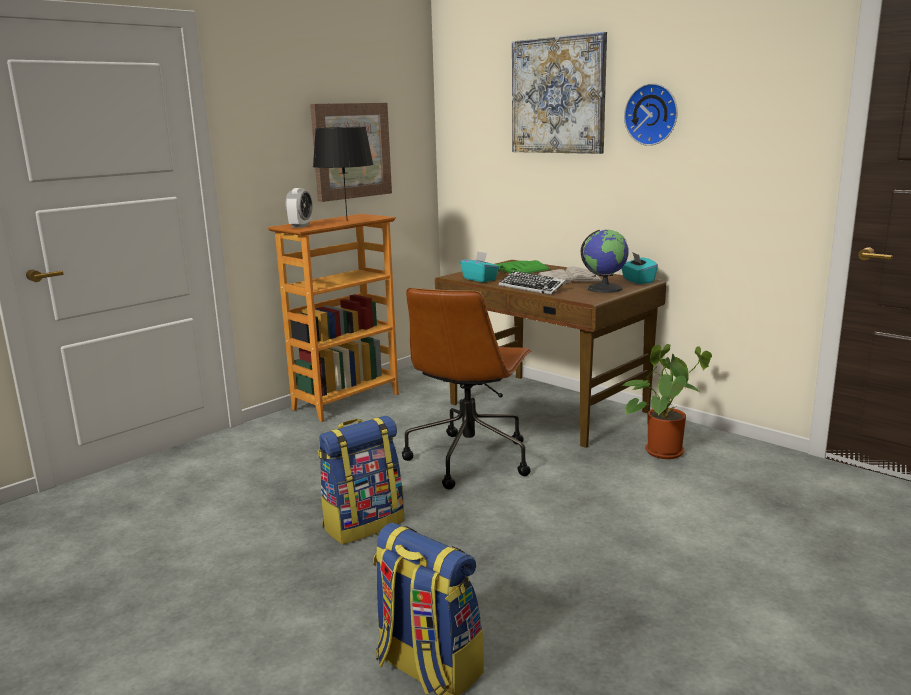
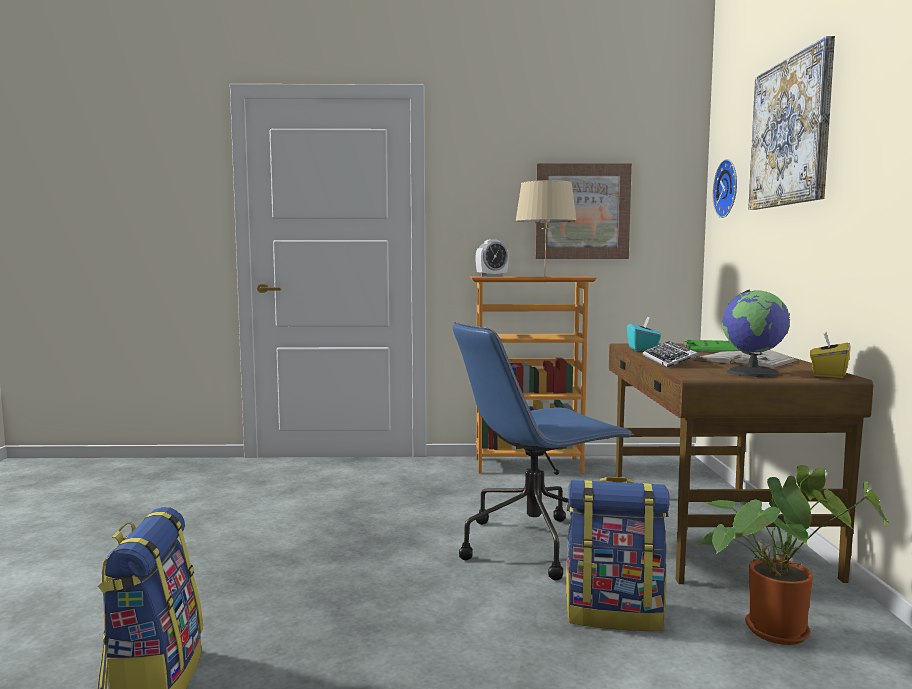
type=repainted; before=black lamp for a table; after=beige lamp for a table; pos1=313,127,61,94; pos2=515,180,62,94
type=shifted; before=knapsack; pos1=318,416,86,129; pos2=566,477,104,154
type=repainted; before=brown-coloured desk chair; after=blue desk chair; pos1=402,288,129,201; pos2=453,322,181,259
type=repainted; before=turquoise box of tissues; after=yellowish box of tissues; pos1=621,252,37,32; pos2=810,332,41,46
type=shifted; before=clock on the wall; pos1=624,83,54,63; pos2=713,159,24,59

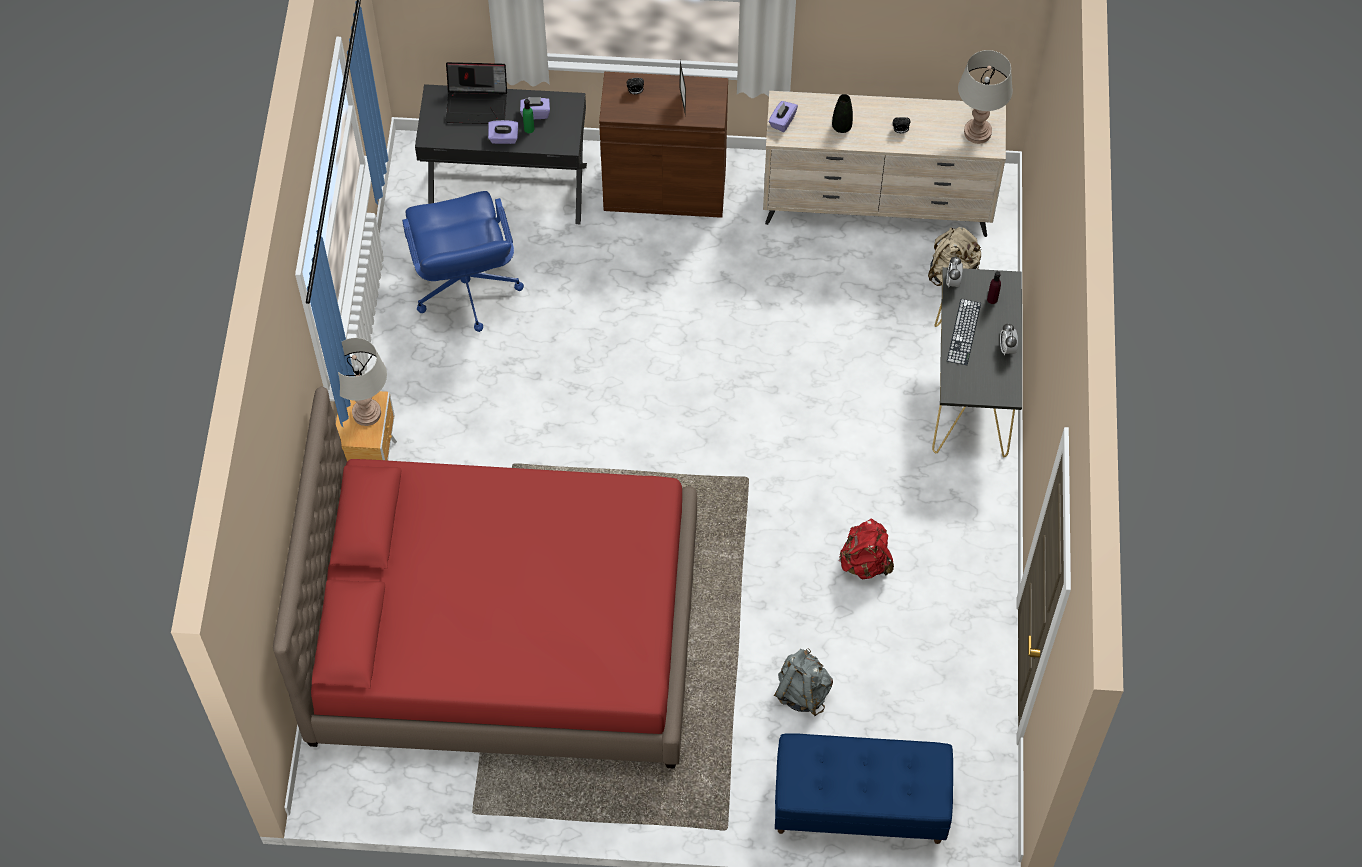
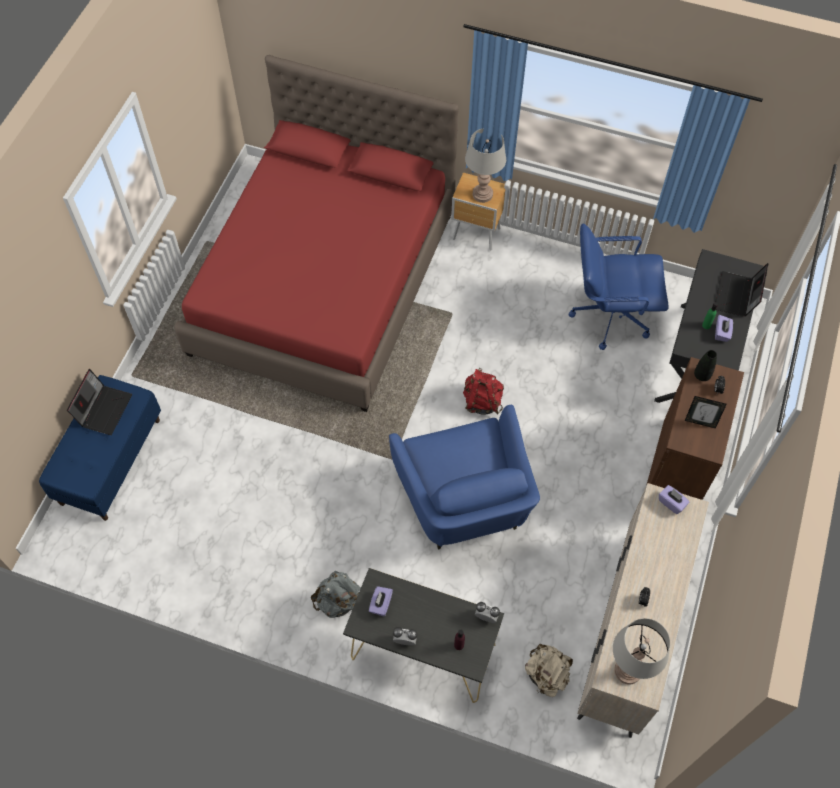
type=shifted; before=purple-coloured box of tissues; pos1=488,120,30,24; pos2=369,586,24,30
type=shifted; before=grey knapsack; pos1=774,648,59,68; pos2=311,571,50,47
type=shifted; before=black decorative vase; pos1=832,94,21,39; pos2=694,350,23,31
type=shifted; before=red-coloured knapsack; pos1=839,518,55,61; pos2=463,368,41,47
type=gone; before=keyboard; pos1=947,299,34,66
type=new; after=portable computer; pos2=67,369,65,66
type=new; after=blue easy chair; pos2=389,405,151,145

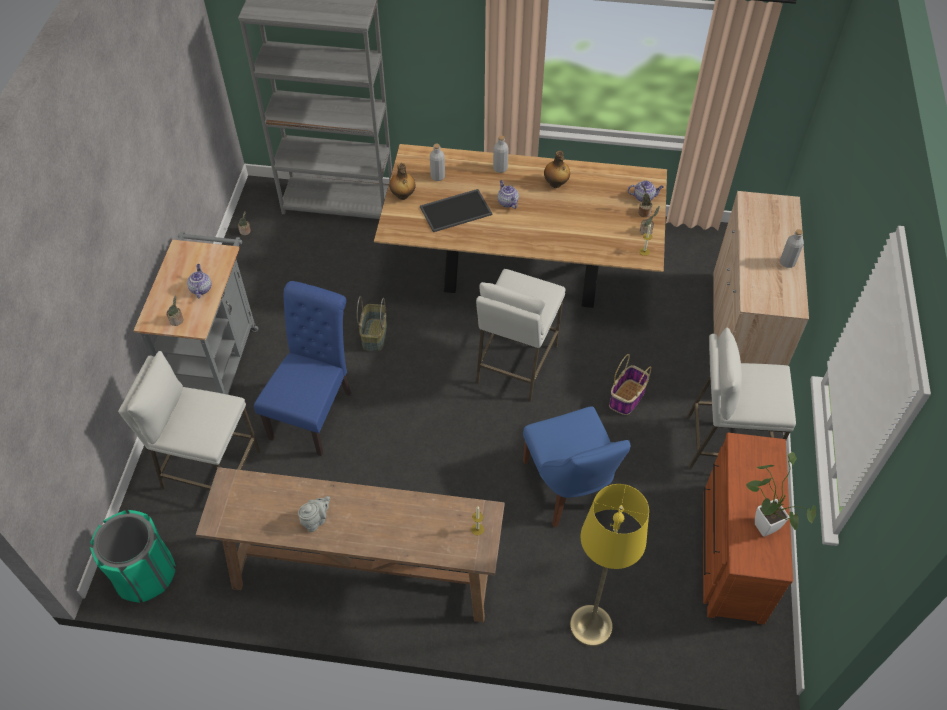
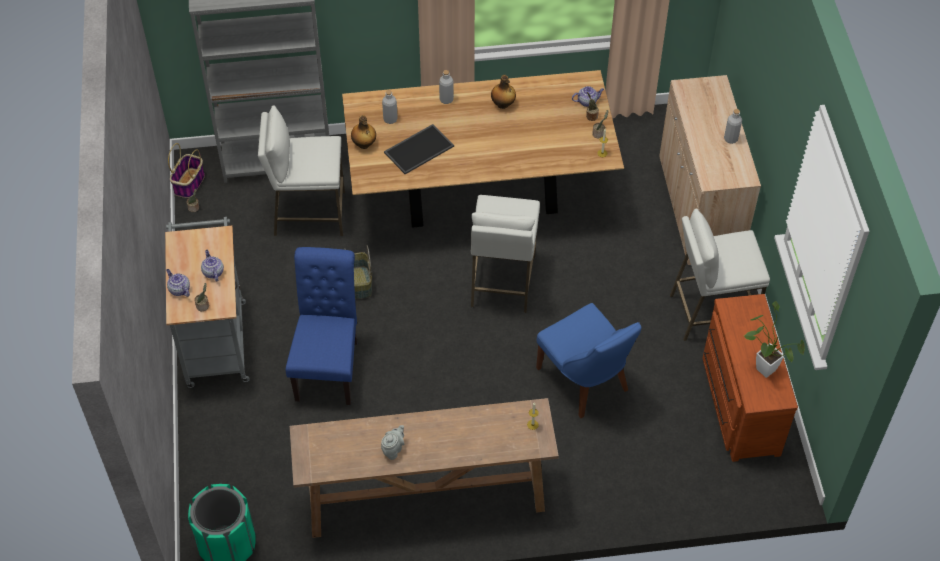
type=shifted; before=white-coloured sitting stool; pos1=118,351,143,139; pos2=258,105,87,131
type=shifted; before=tea pot; pos1=497,180,22,29; pos2=166,269,24,28
type=gone; before=yellowish standard lamp; pos1=570,484,79,163
type=shifted; before=basket; pos1=609,354,43,61; pos2=168,143,37,55

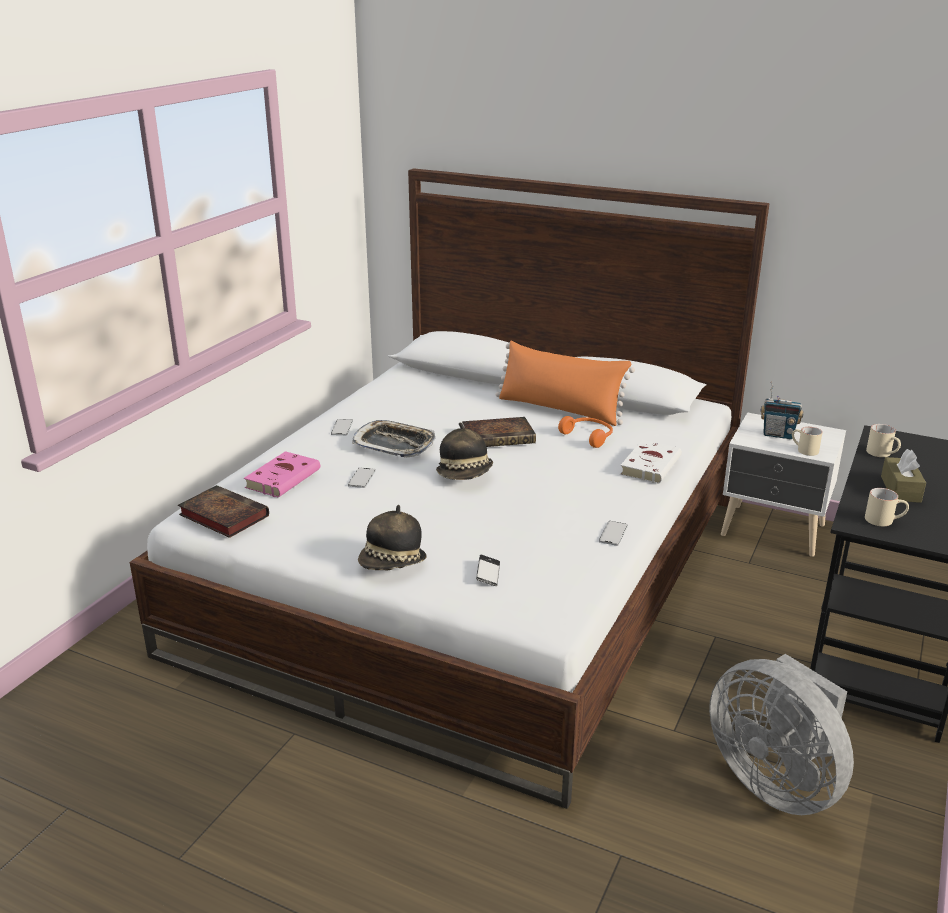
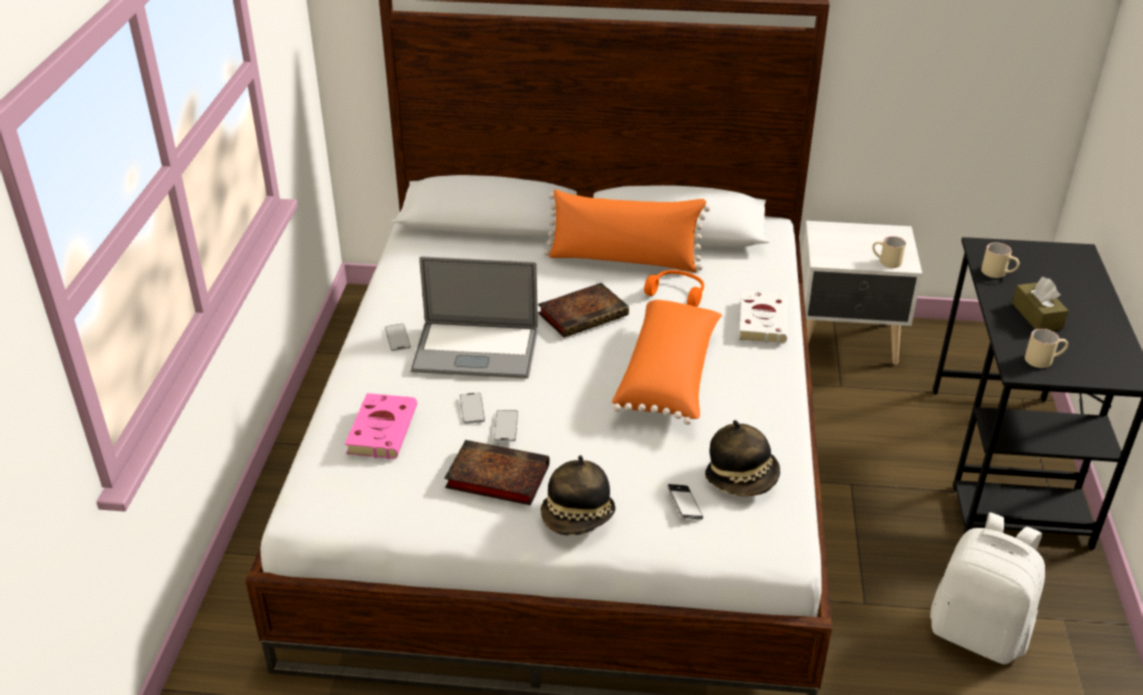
type=shifted; before=volume; pos1=178,485,91,53; pos2=444,440,106,65
type=swapped; before=serving tray; after=portable computer; pos1=352,420,84,37; pos2=411,256,127,123
type=shifted; before=wearable hat; pos1=436,422,57,58; pos2=705,420,75,76
type=shifted; before=telephone; pos1=599,521,29,25; pos2=494,410,24,31
type=swapped; before=grey fan; after=white-coloured knapsack; pos1=709,654,145,161; pos2=930,512,115,152
type=gone; before=radio receiver; pos1=760,381,44,58
type=new; after=orange cushion; pos2=612,300,110,125

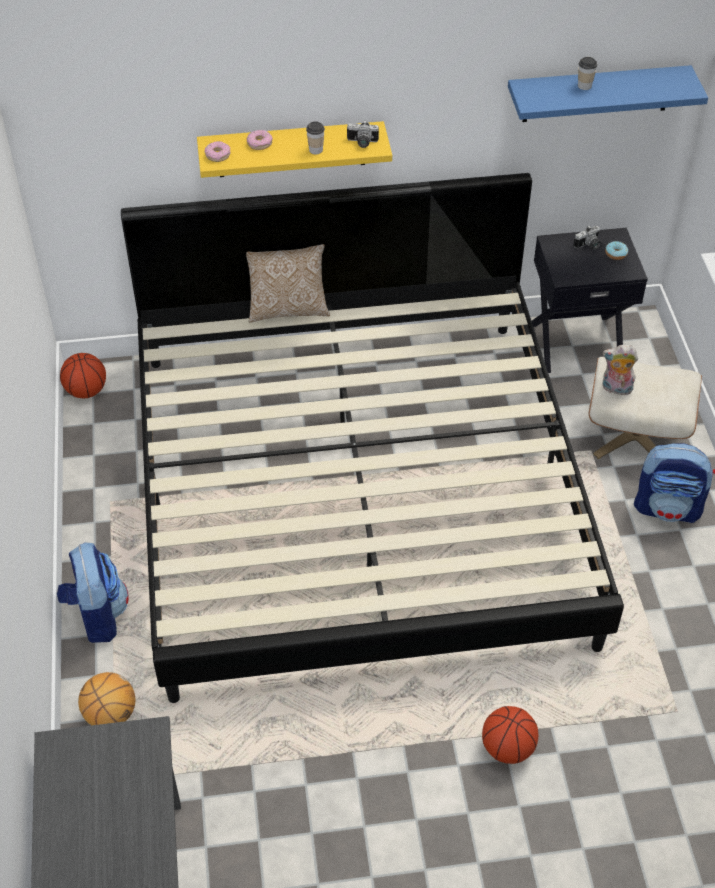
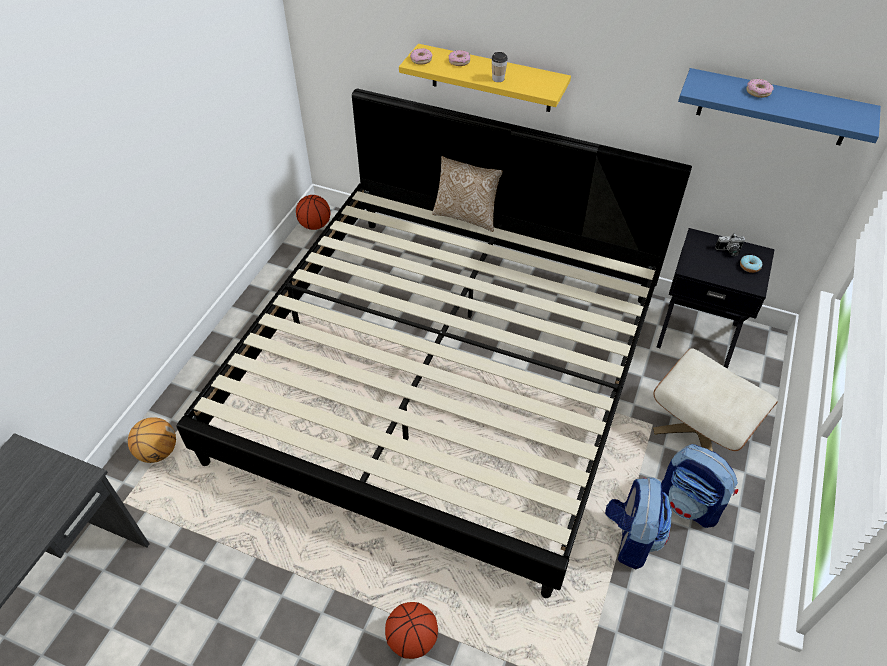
type=shifted; before=knapsack; pos1=57,543,72,100; pos2=605,477,67,92
type=gone; before=photo camera; pos1=347,120,32,28
type=swapped; before=drinking cup; after=doughnut; pos1=578,57,19,33; pos2=746,79,28,19
type=gone; before=soft toy; pos1=602,345,36,50

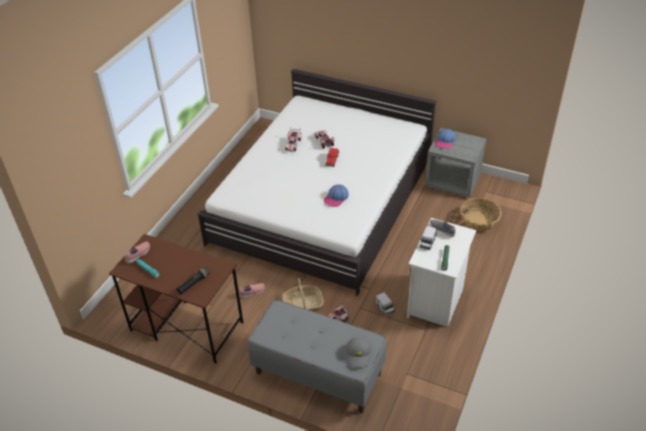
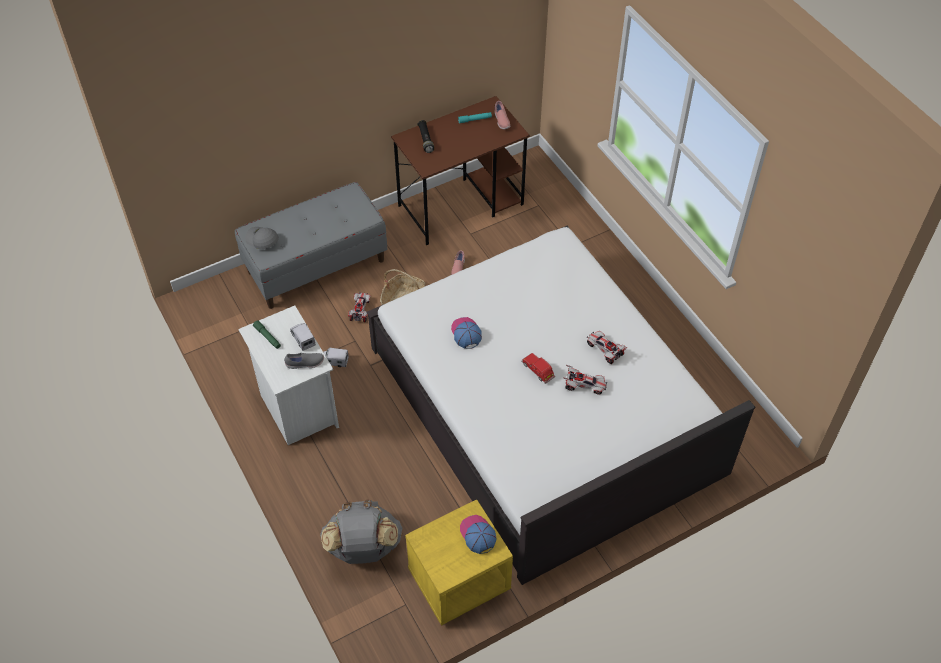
type=repainted; before=grey nightstand; after=yellowish nightstand; pos1=425,128,62,69; pos2=405,499,108,127
type=swapped; before=basket; after=grey knapsack; pos1=460,198,41,34; pos2=320,500,83,64

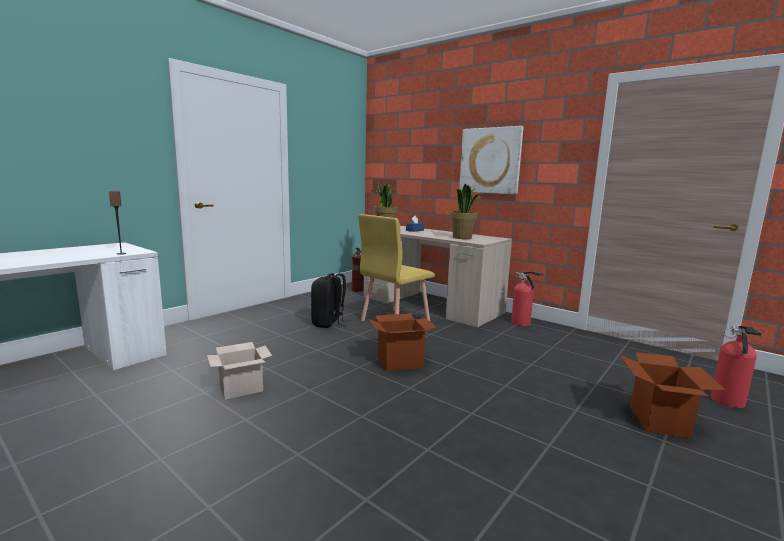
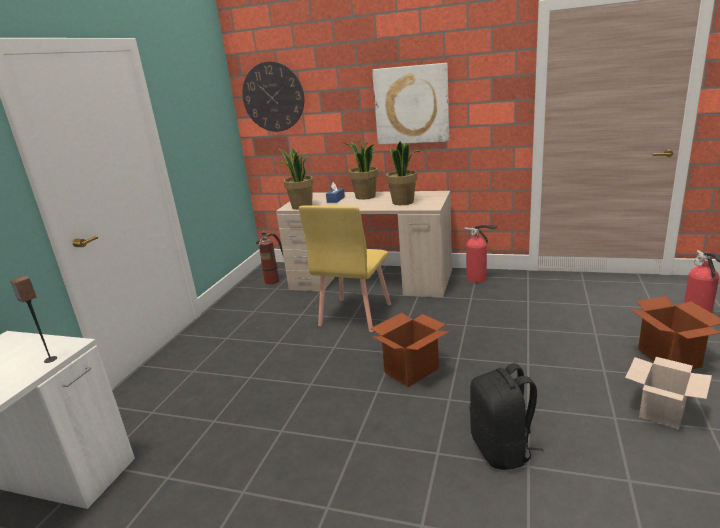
type=shifted; before=cardboard box; pos1=207,342,65,58; pos2=625,357,87,73
type=shifted; before=black knapsack; pos1=311,273,40,55; pos2=470,363,74,107
type=new; after=clock on the wall; pos2=242,61,62,71
type=new; after=plant in a pot; pos2=343,141,35,59

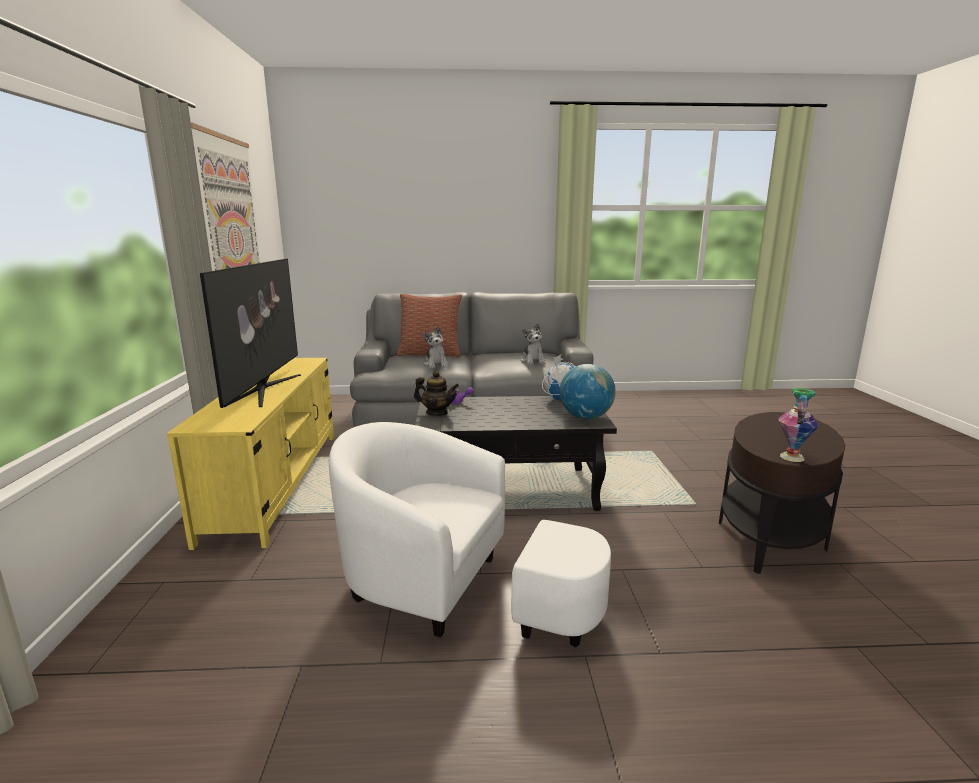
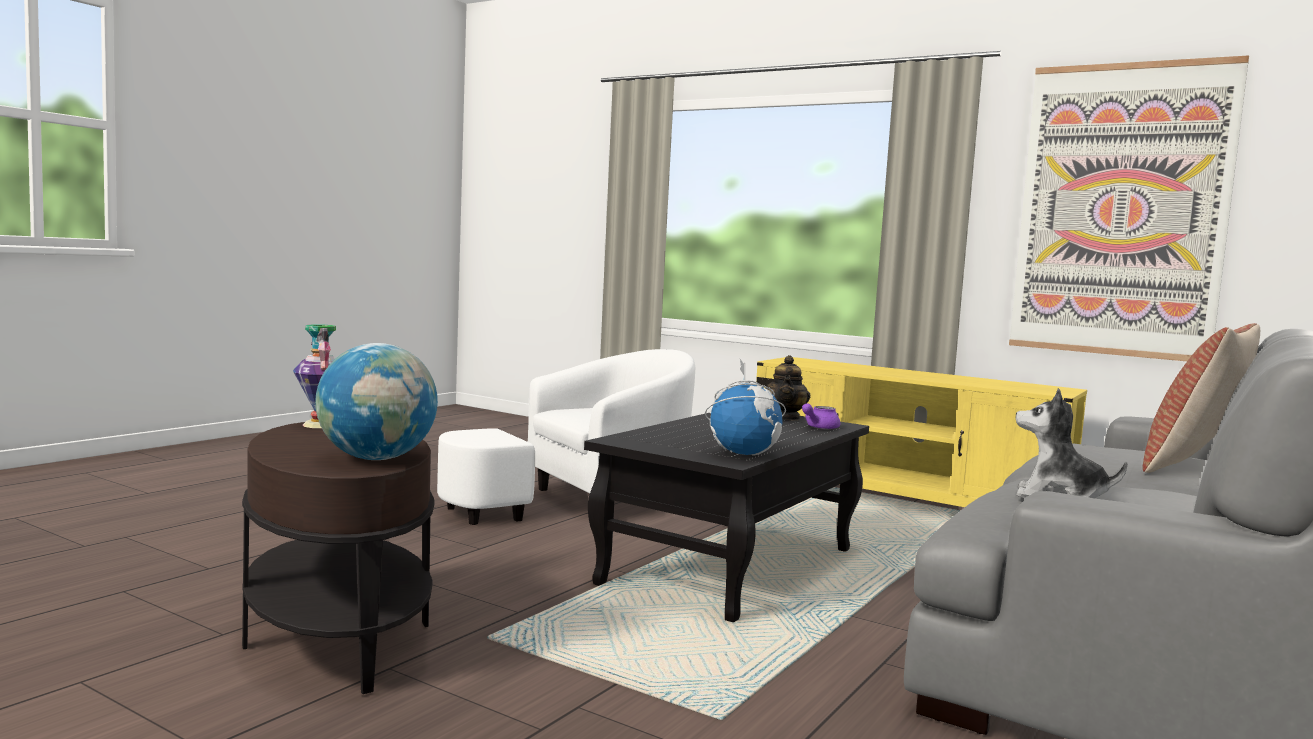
type=gone; before=TV set; pos1=200,258,101,150
type=rotated; before=tea pot; pos1=414,371,45,45; pos2=766,355,45,66; turn=-45
type=gone; before=soft toy; pos1=423,326,26,43
type=shifted; before=world globe; pos1=560,364,56,55; pos2=315,343,123,117

